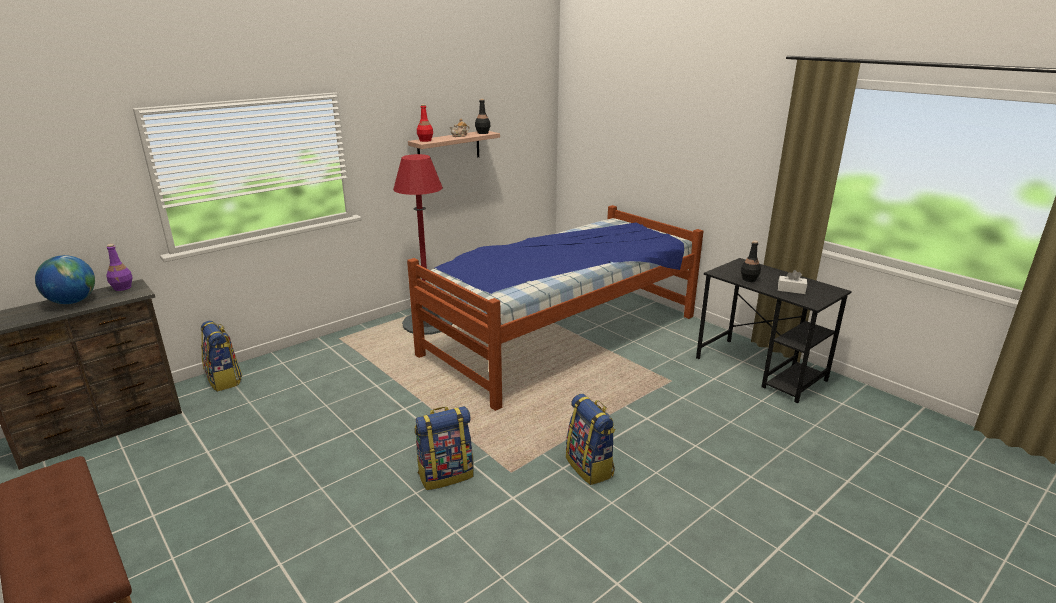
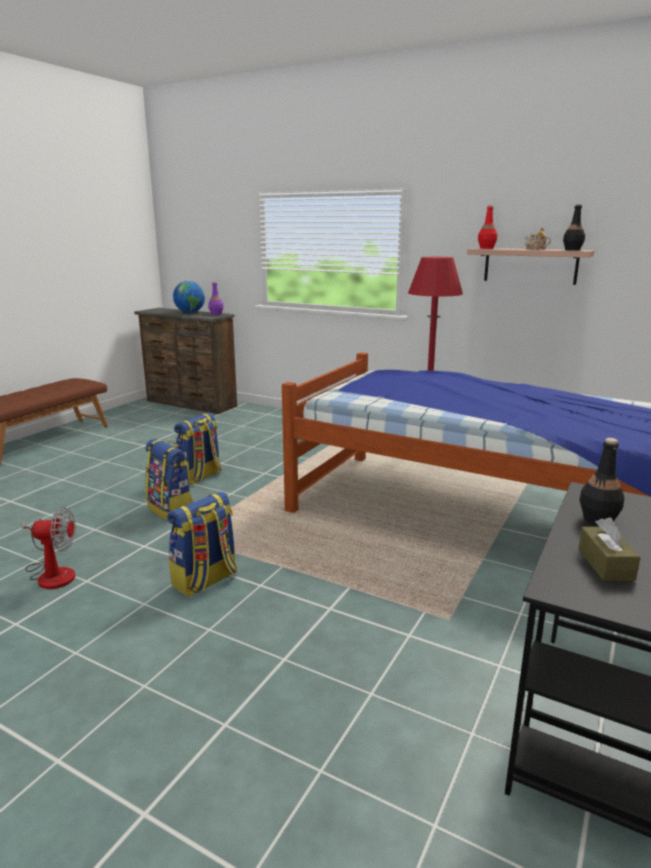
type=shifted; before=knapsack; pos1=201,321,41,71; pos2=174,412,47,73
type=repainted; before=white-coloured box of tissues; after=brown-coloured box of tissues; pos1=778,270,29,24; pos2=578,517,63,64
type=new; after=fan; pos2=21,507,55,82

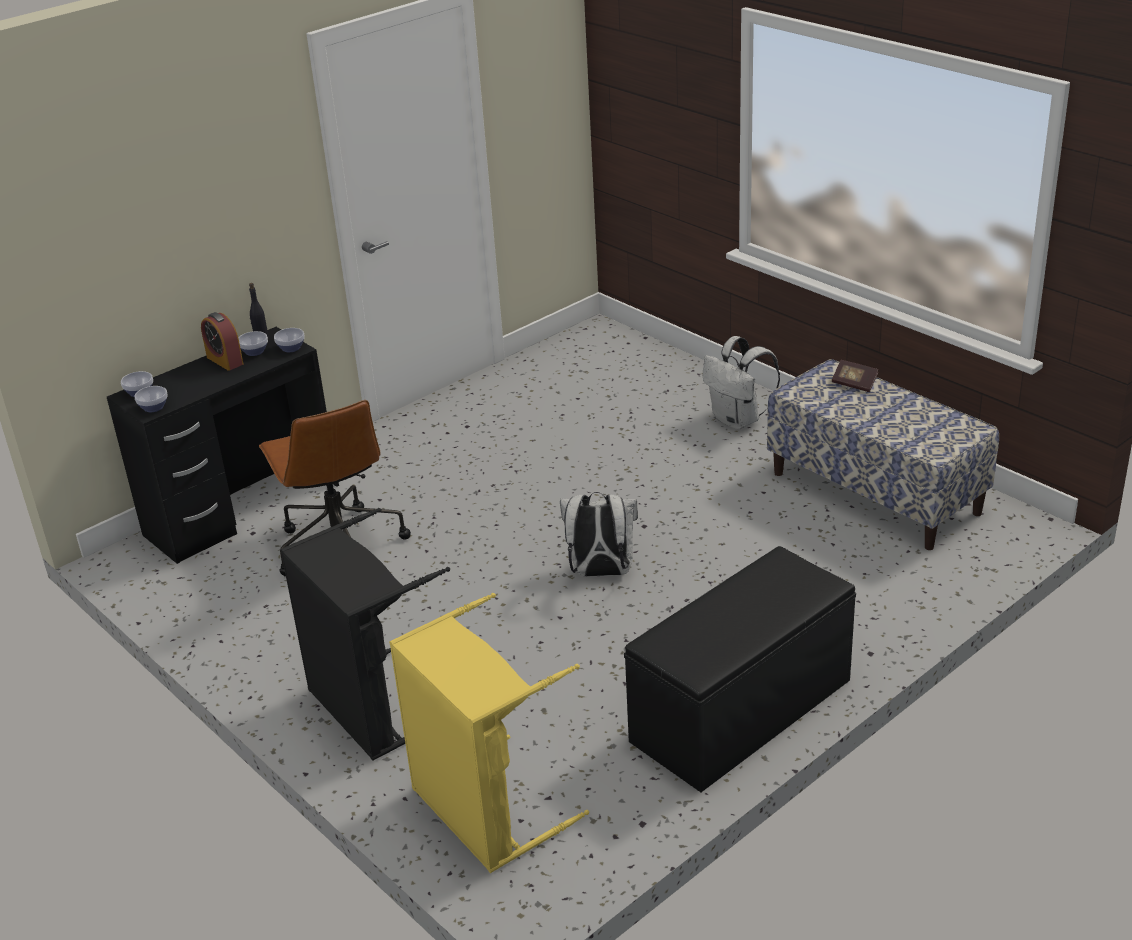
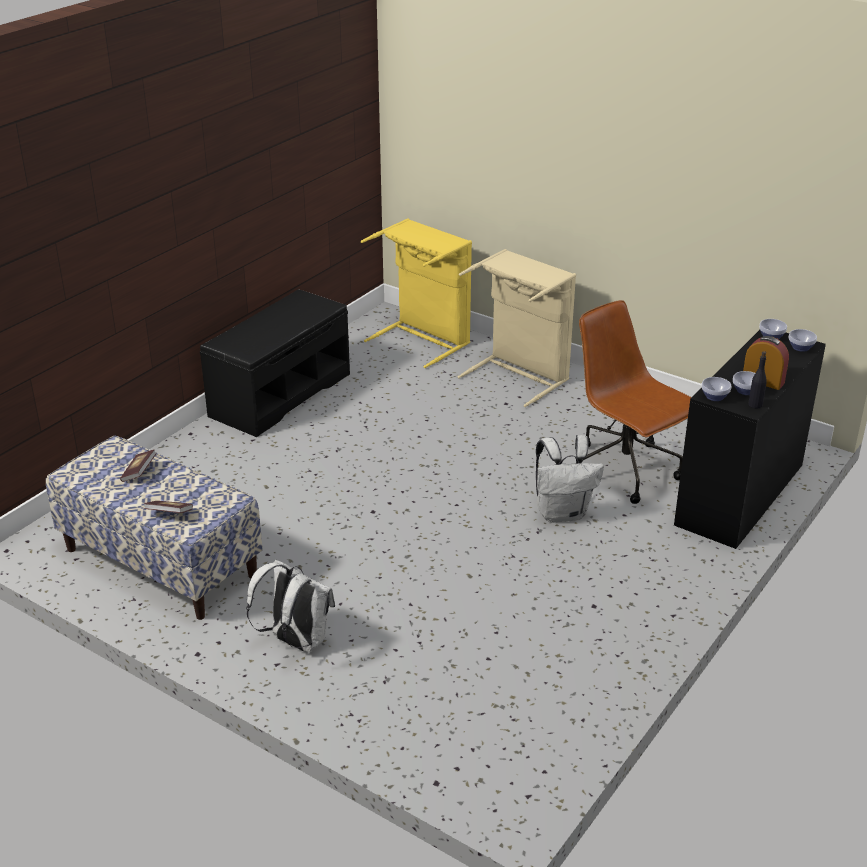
type=repainted; before=black hamper; after=beige hamper; pos1=280,508,170,253; pos2=458,249,118,158
type=shifted; before=white-coloured knapsack; pos1=560,492,78,85; pos2=536,435,68,88
type=new; after=volume; pos2=120,450,37,32

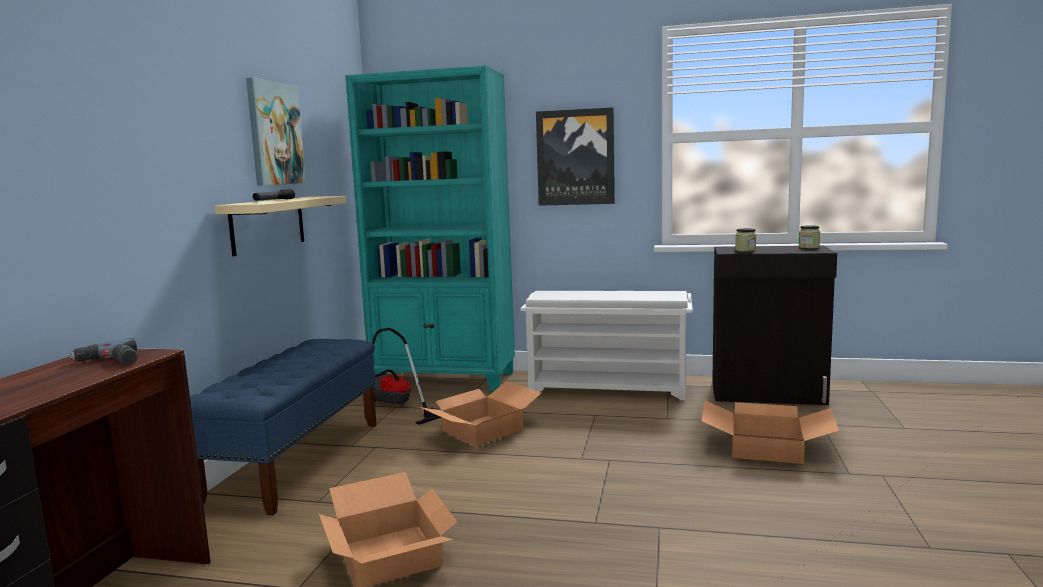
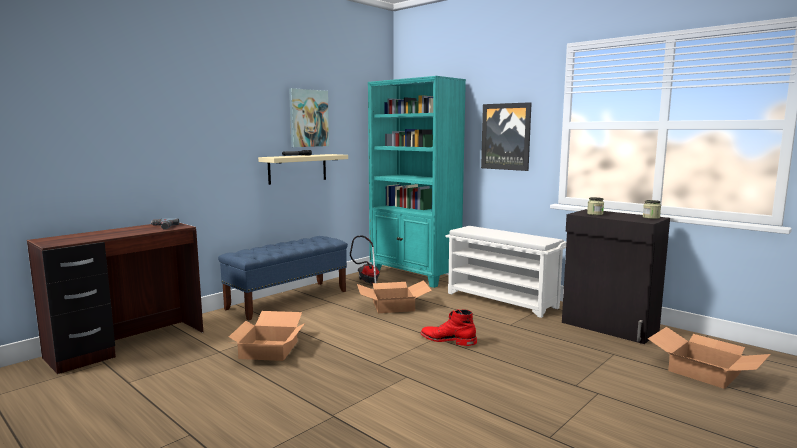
type=shifted; before=cardboard box; pos1=701,400,138,64; pos2=648,327,123,62
type=new; after=red-coloured high-top boot; pos2=421,309,56,37

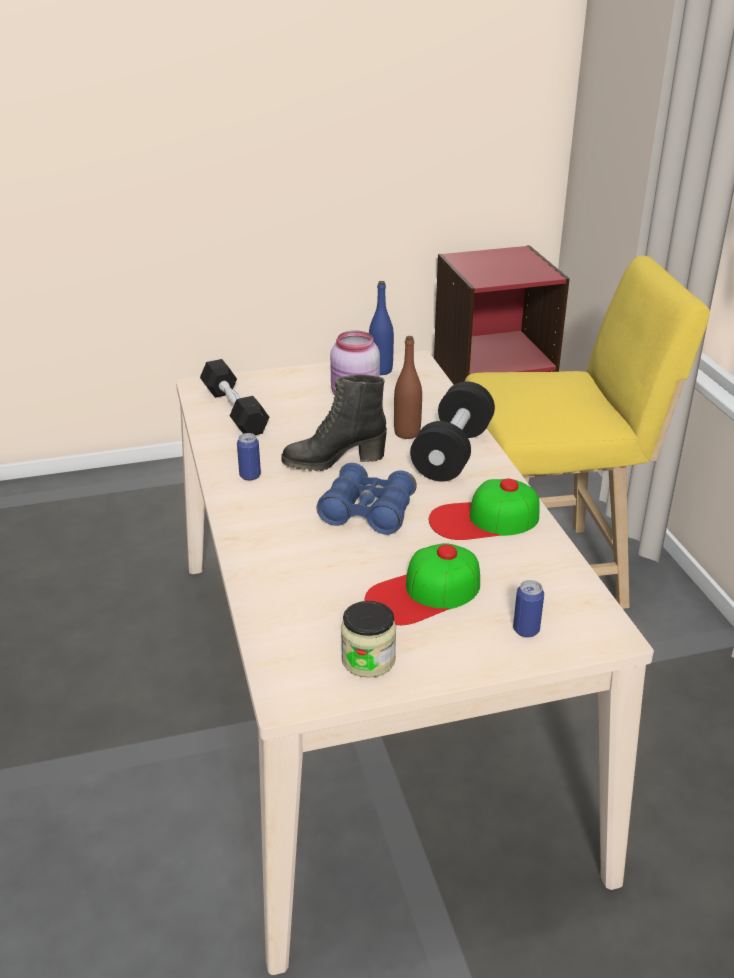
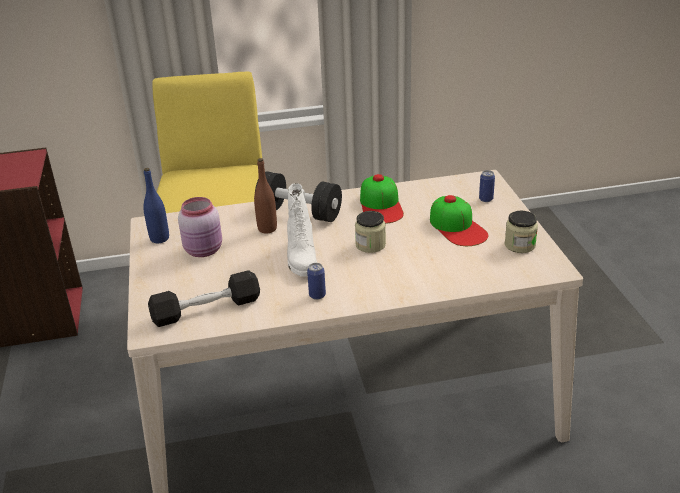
type=repainted; before=black high-top boot; after=white-coloured high-top boot; pos1=281,375,106,96; pos2=287,183,30,94
type=swapped; before=blue pair of binoculars; after=preserve jar; pos1=317,463,100,72; pos2=355,211,31,42

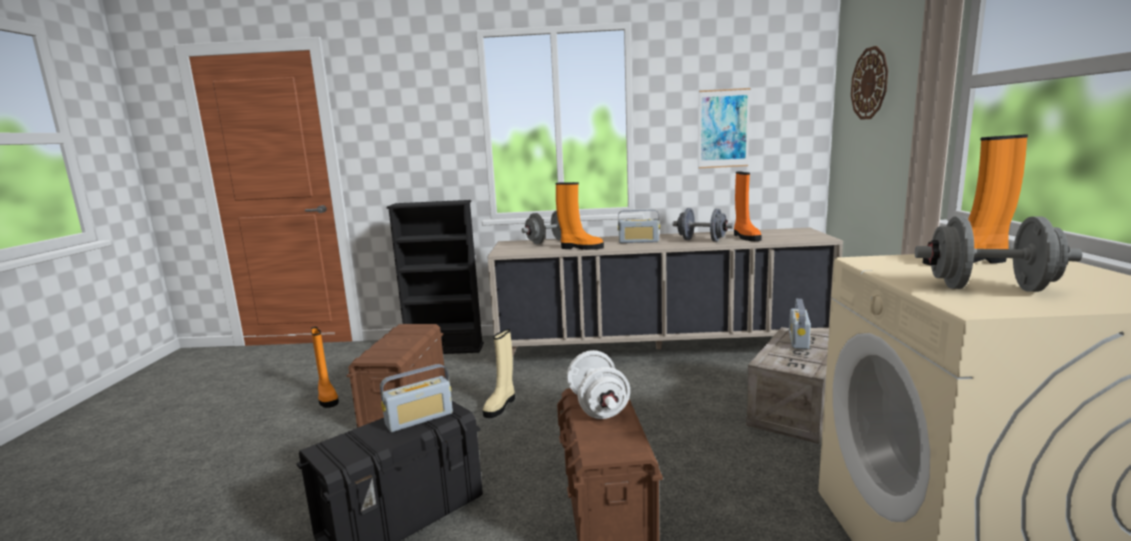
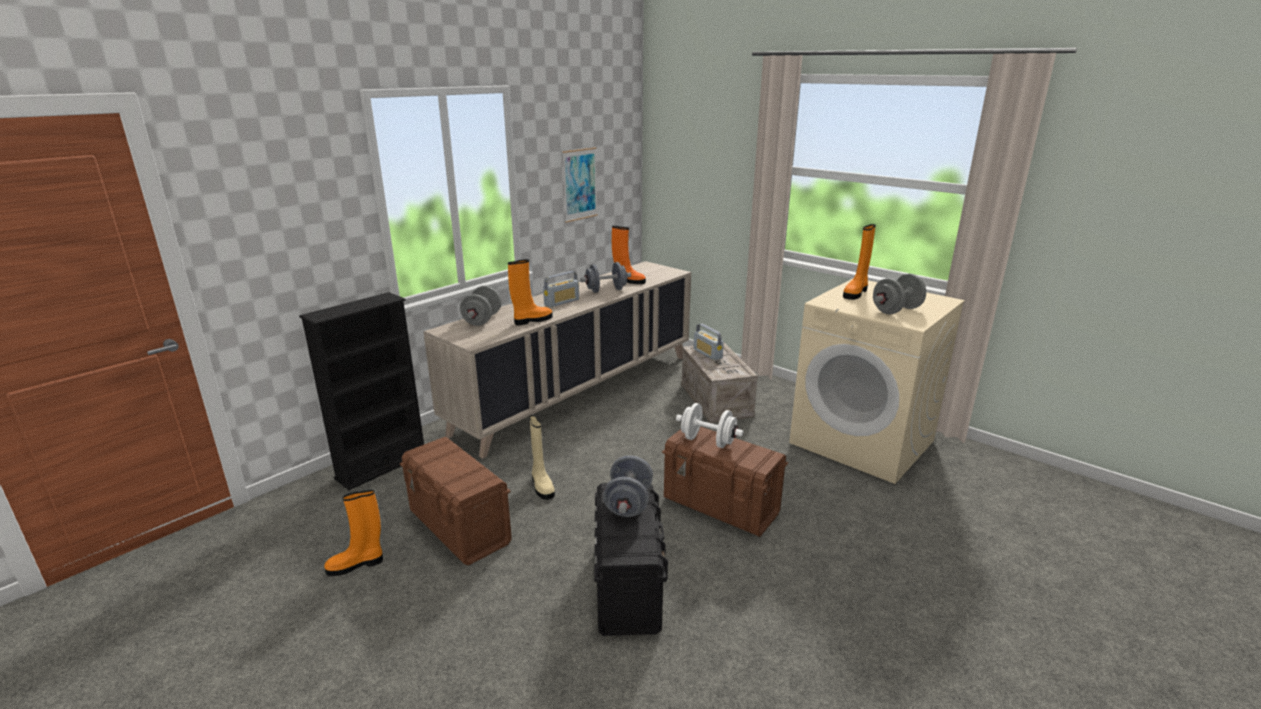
type=rotated; before=orange high-top boot; pos1=311,327,28,81; pos2=324,490,59,86; turn=150
type=swapped; before=radio receiver; after=grey dumbbell; pos1=380,364,73,68; pos2=603,455,50,62
type=gone; before=clock on the wall; pos1=851,46,37,74

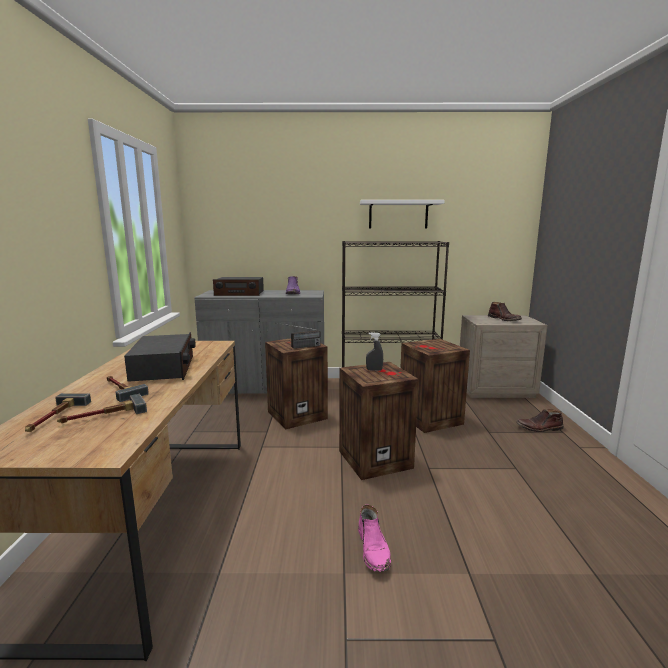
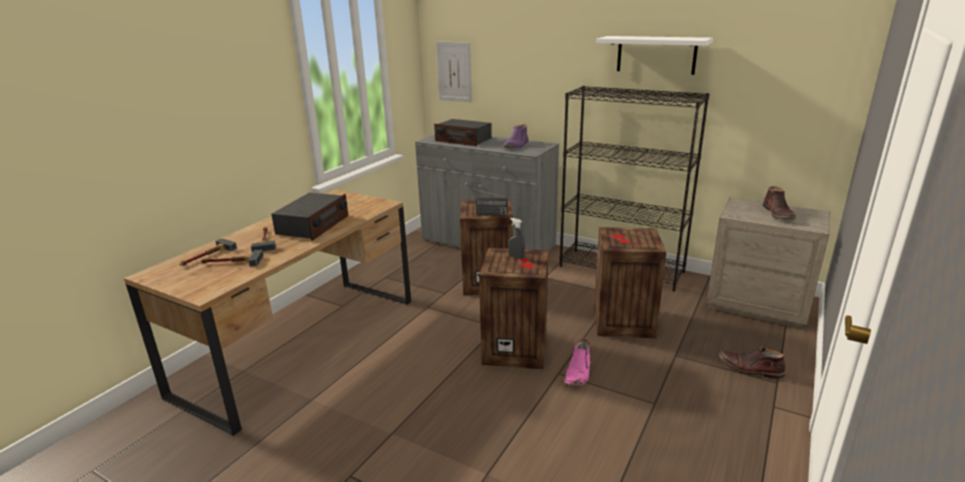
type=shifted; before=pink-coloured high-top boot; pos1=358,505,33,67; pos2=564,339,27,47
type=new; after=wall picture; pos2=436,41,36,61

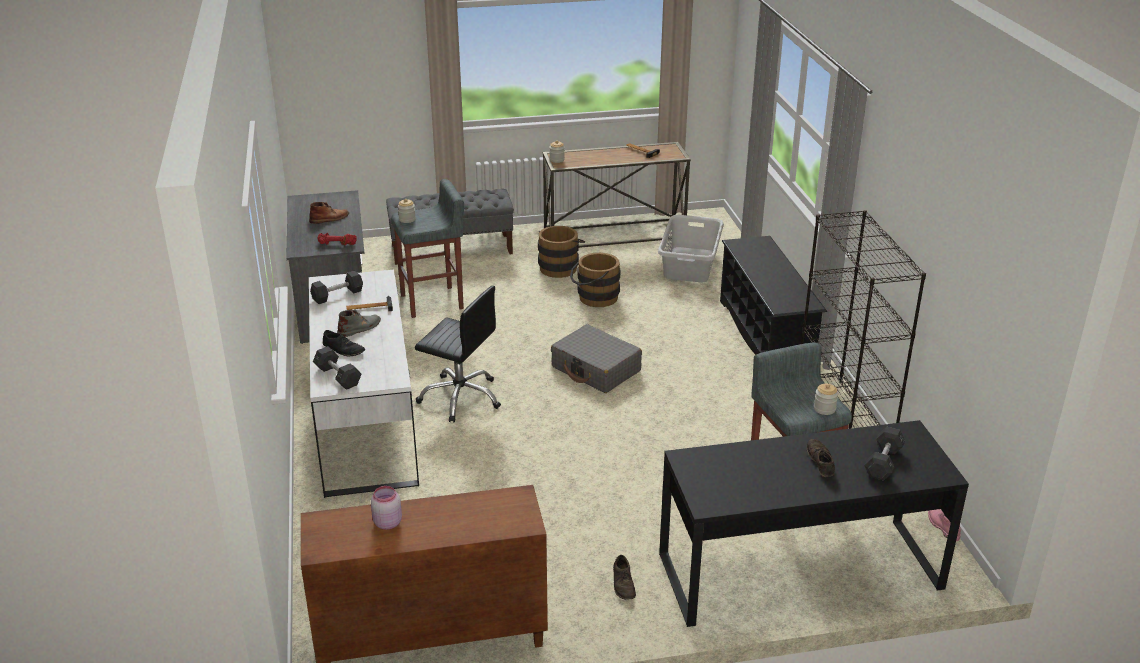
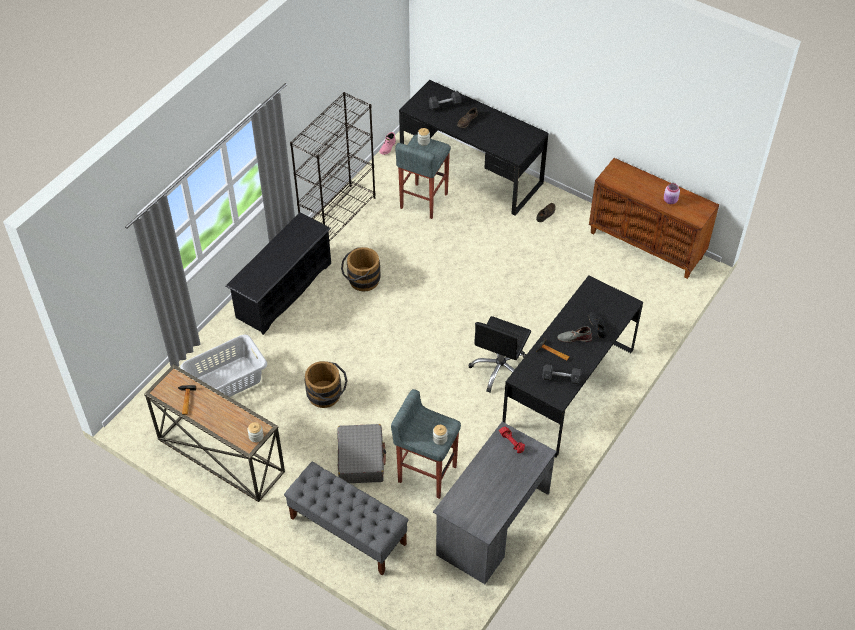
type=gone; before=brown-coloured high-top boot; pos1=309,202,40,22
type=repainted; before=white-coloured desk table; after=black desk table; pos1=309,270,110,228; pos2=502,275,141,183
type=gone; before=grey dumbbell; pos1=313,346,48,44
type=rotated; before=black desk chair; pos1=415,286,86,136; pos2=468,316,63,77; turn=-135
type=shifted; before=brown-coloured pail; pos1=538,226,47,52; pos2=341,247,40,45
type=shifted; before=grey piece of luggage; pos1=551,324,91,69; pos2=337,424,49,59

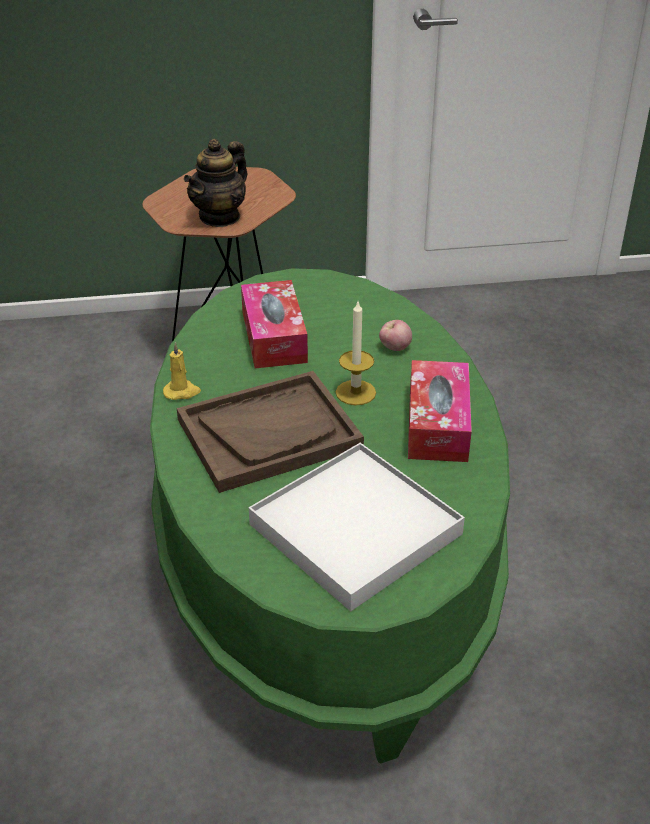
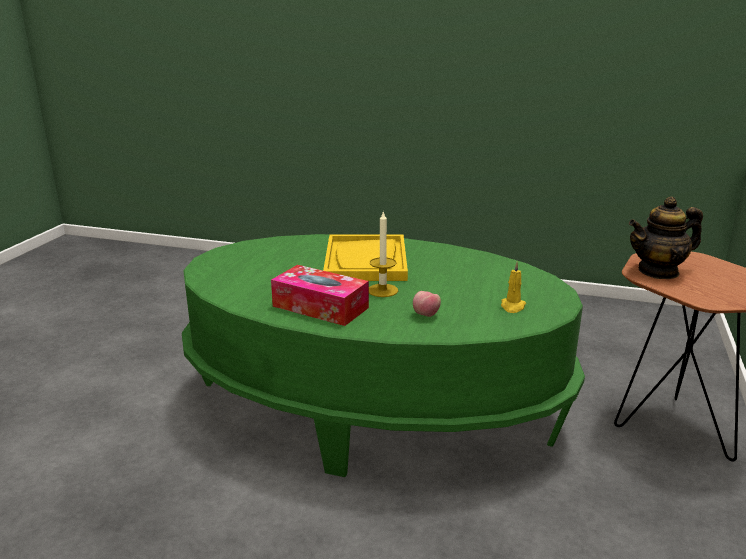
type=shifted; before=yellowish wax light; pos1=163,342,38,58; pos2=501,262,25,51
type=repainted; before=brown-coloured serving tray; after=yellowish serving tray; pos1=177,371,187,122; pos2=323,234,85,47
type=rotated; before=tea pot; pos1=184,139,64,88; pos2=629,196,74,83; turn=-75
type=gone; before=box of tissues; pos1=241,280,67,88
type=gone; before=white-coloured serving tray; pos1=249,443,216,168

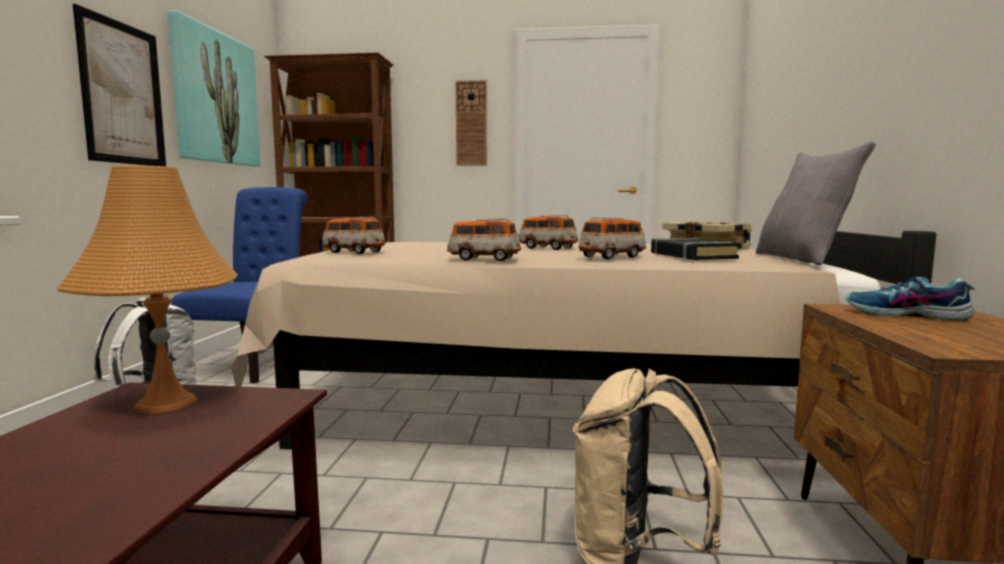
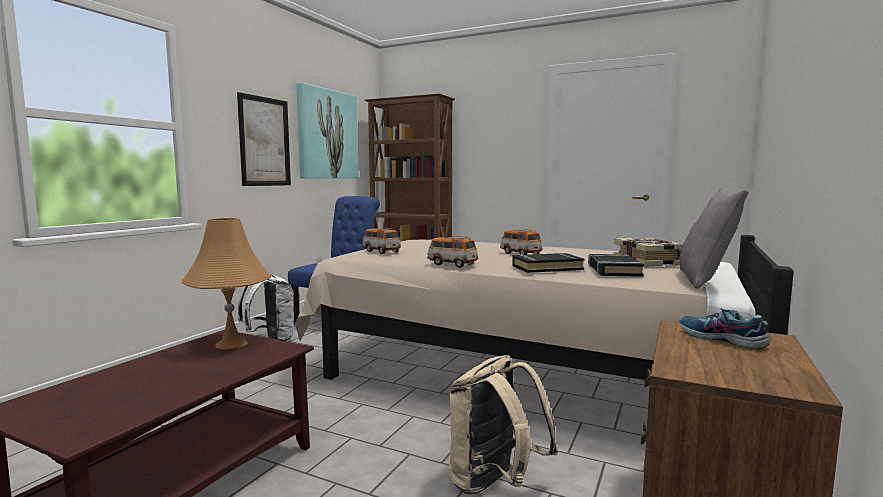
type=gone; before=clock on the wall; pos1=455,80,32,86
type=swapped; before=miniature car; after=black volume; pos1=578,217,68,42; pos2=512,253,73,20

